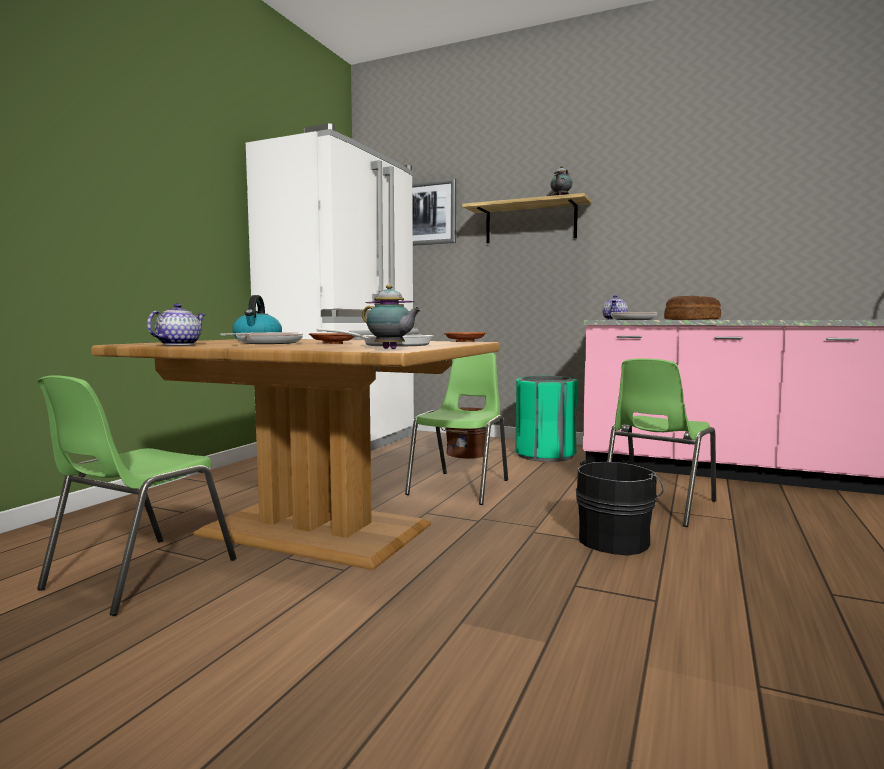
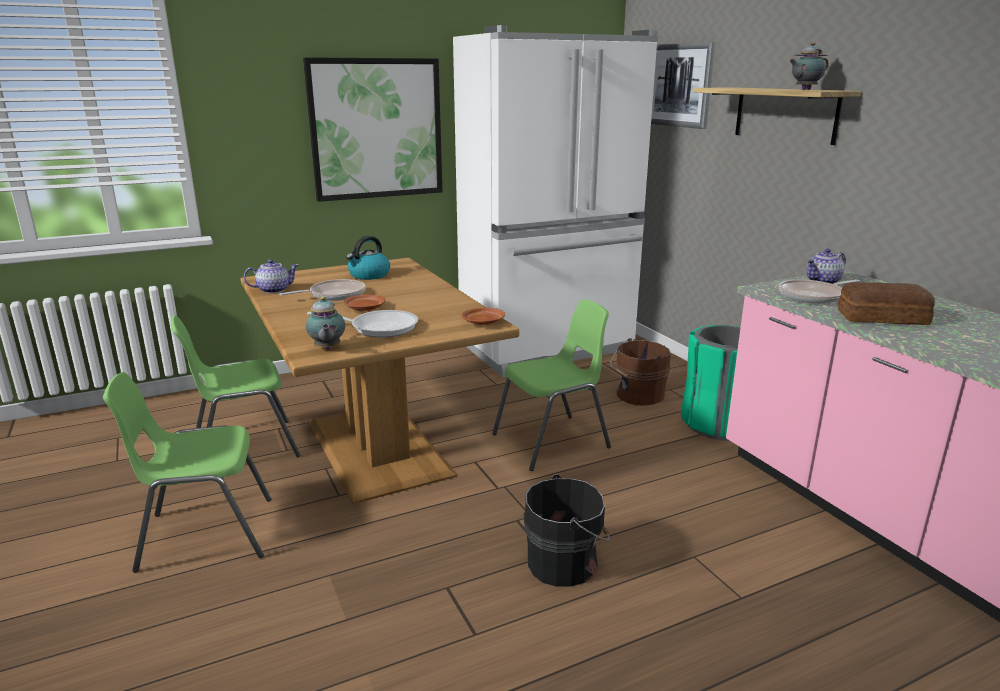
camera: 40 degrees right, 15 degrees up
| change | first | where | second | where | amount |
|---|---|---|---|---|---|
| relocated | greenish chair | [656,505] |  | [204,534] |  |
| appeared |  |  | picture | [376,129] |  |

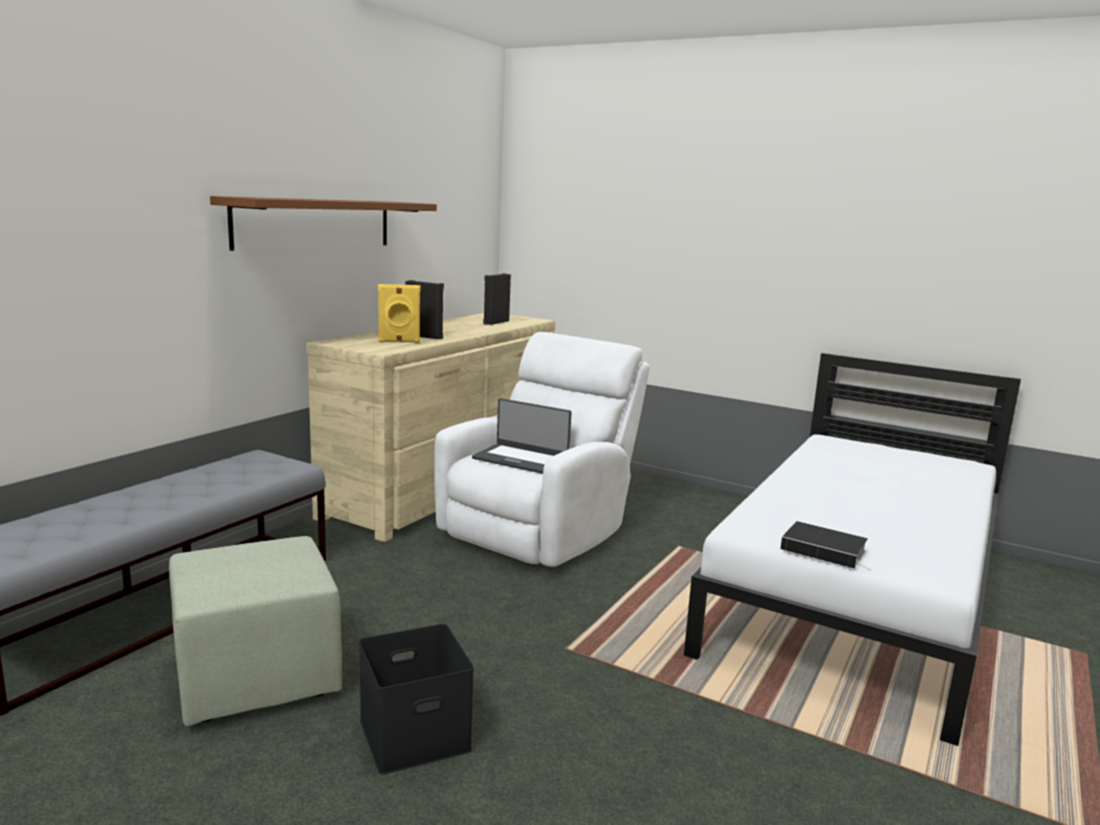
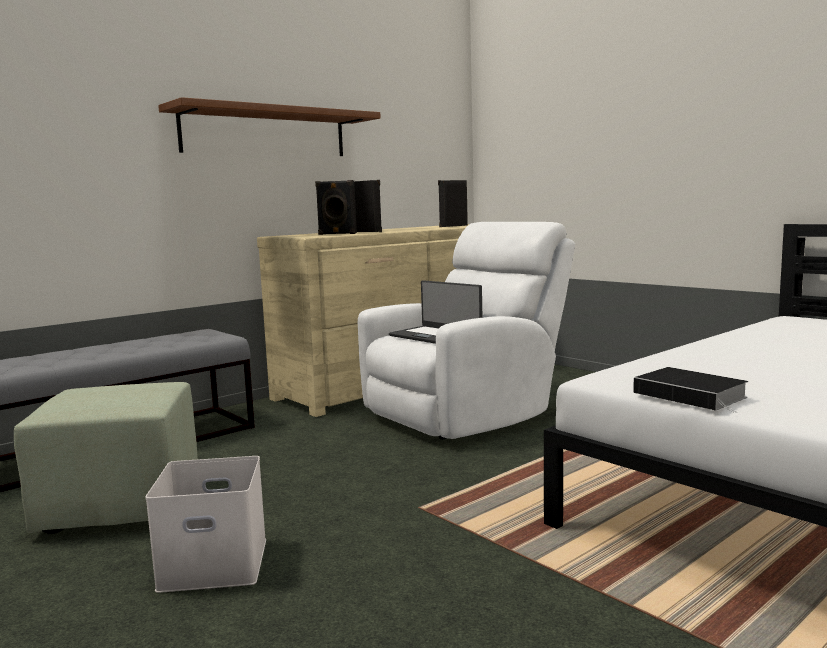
camera: 20 degrees right, 5 degrees down
| change | first | where | second | where | amount |
|---|---|---|---|---|---|
| colour | blackish storage box | [416,733] | whitish storage box | [216,562] |  |
| colour | yellow loudspeaker | [399,342] | blackish loudspeaker | [337,234] |  |

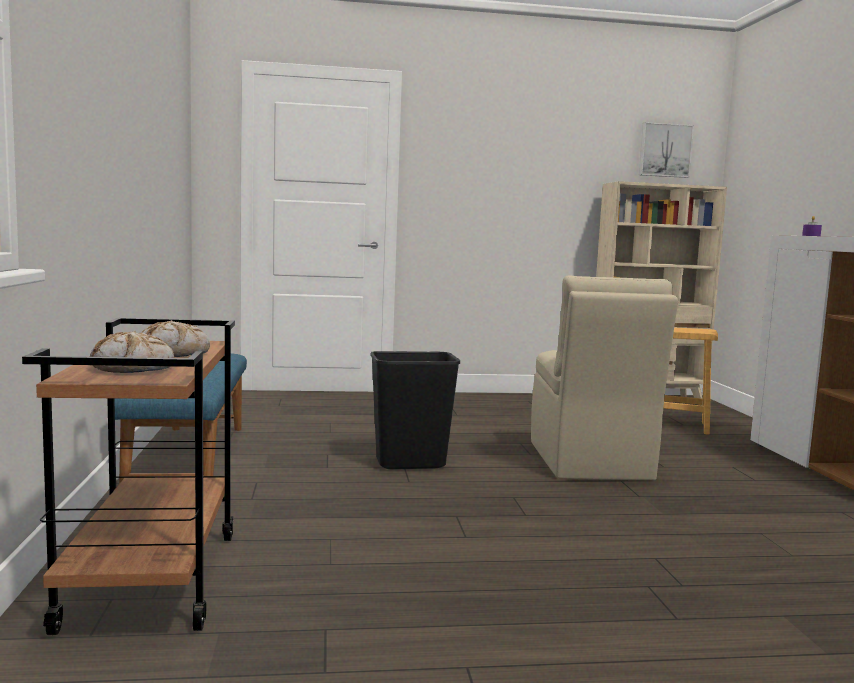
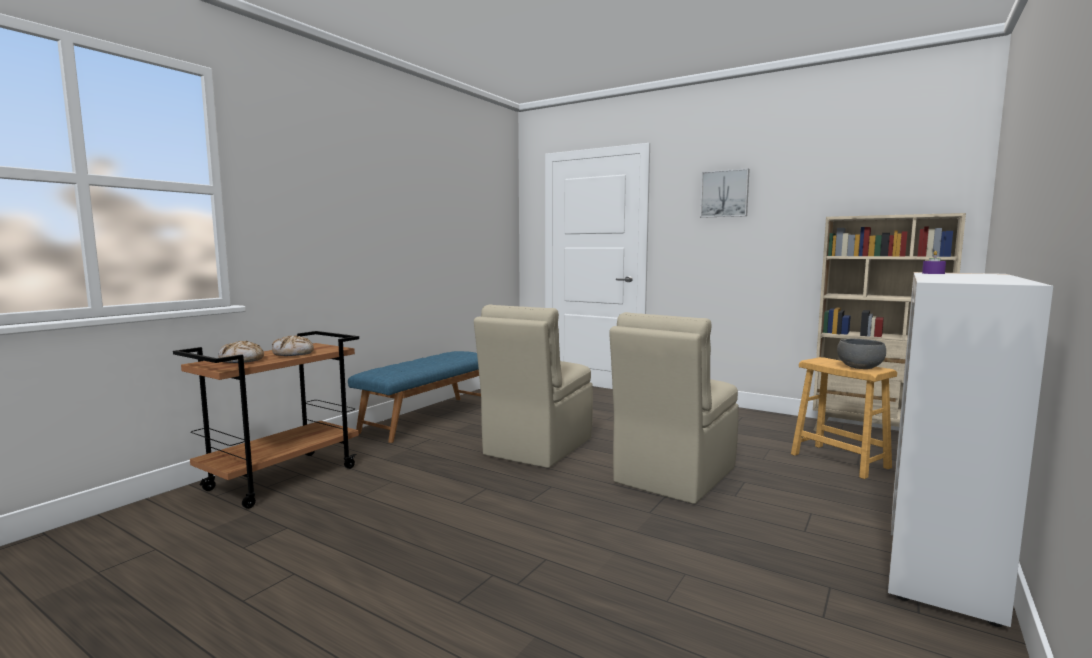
camera: 40 degrees right, 0 degrees up
| change | first | where | second | where | amount |
|---|---|---|---|---|---|
| exchanged | blackish rubbish bin | [410,464] | sand-coloured chair | [536,447] |  |
| relocated | picture | [664,150] |  | [725,194] |  |
| appeared |  |  | grey deep dish | [859,367] |  |

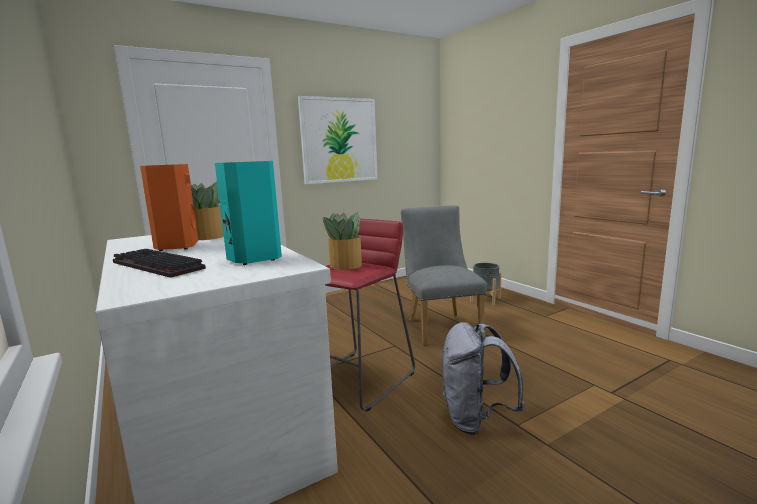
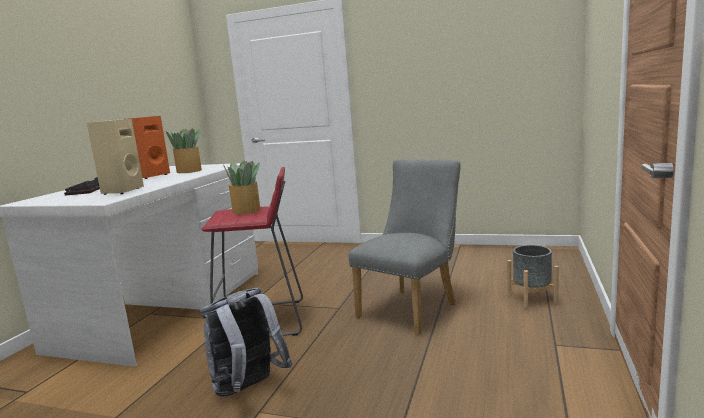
camera: 50 degrees right, 0 degrees up
| change | first | where | second | where | amount |
|---|---|---|---|---|---|
| colour | blue-green loudspeaker | [252,259] | sand-coloured loudspeaker | [121,191] |  |
| missing | picture | [339,140] |  |  |  |

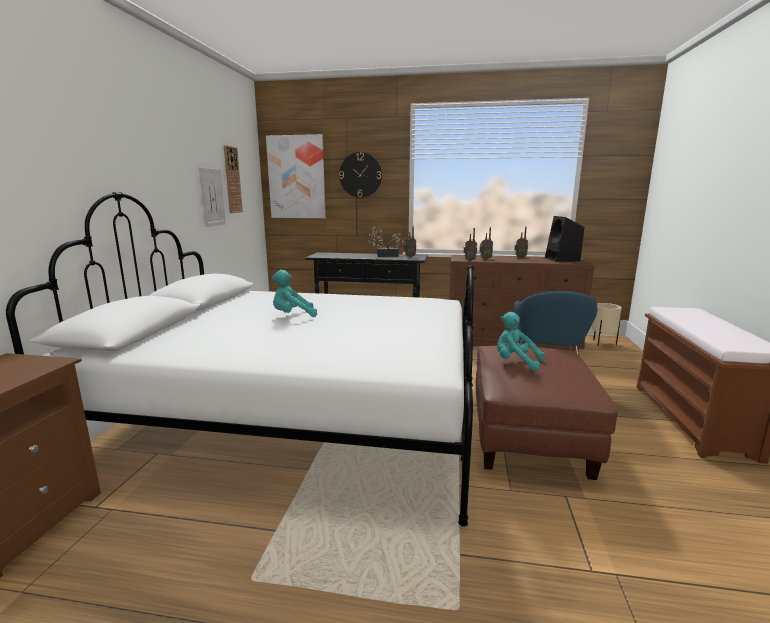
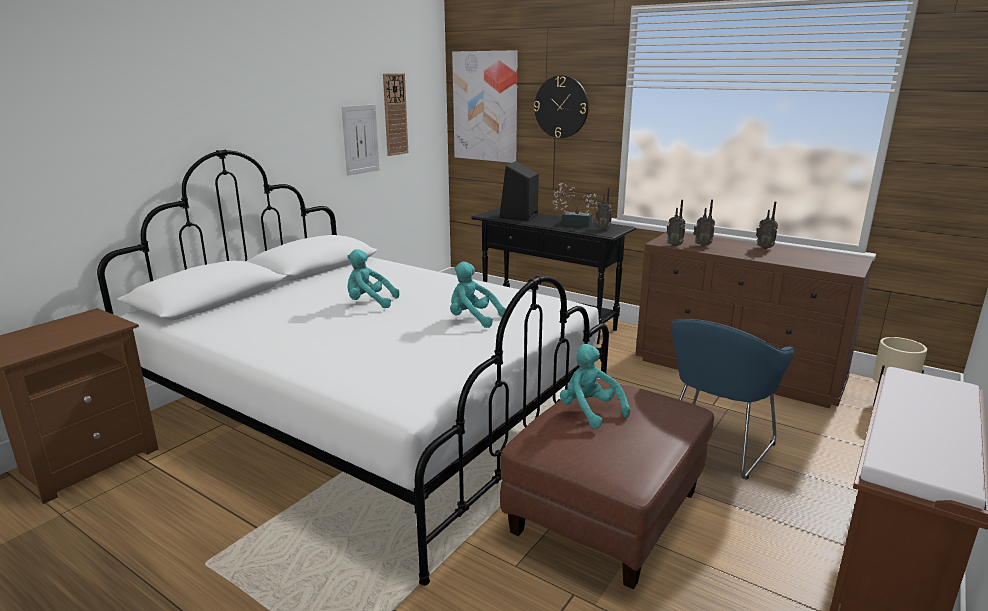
camera: 25 degrees right, 5 degrees up
| change | first | where | second | where | amount |
|---|---|---|---|---|---|
| relocated | blackish loudspeaker | [562,259] |  | [518,216] |  |
| appeared |  |  | blue-green plush toy | [472,319] |  |

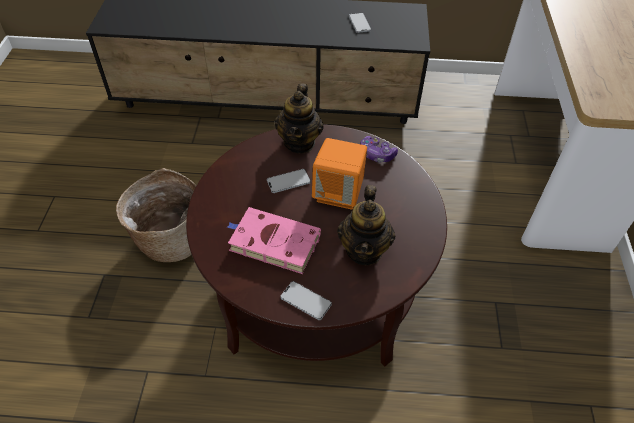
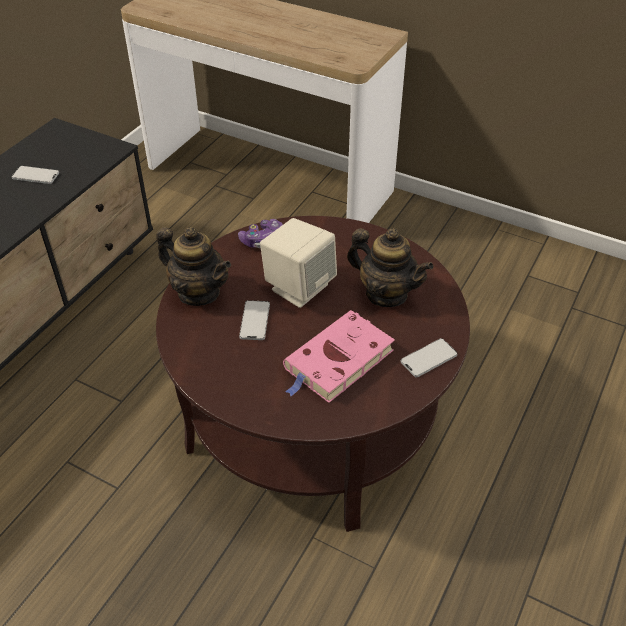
camera: 65 degrees left, 5 degrees down
| change | first | where | second | where | amount |
|---|---|---|---|---|---|
| missing | household basket | [170,238] |  |  |  |
| colour | orange-coloured loudspeaker | [339,193] | sand-coloured loudspeaker | [299,287] |  |

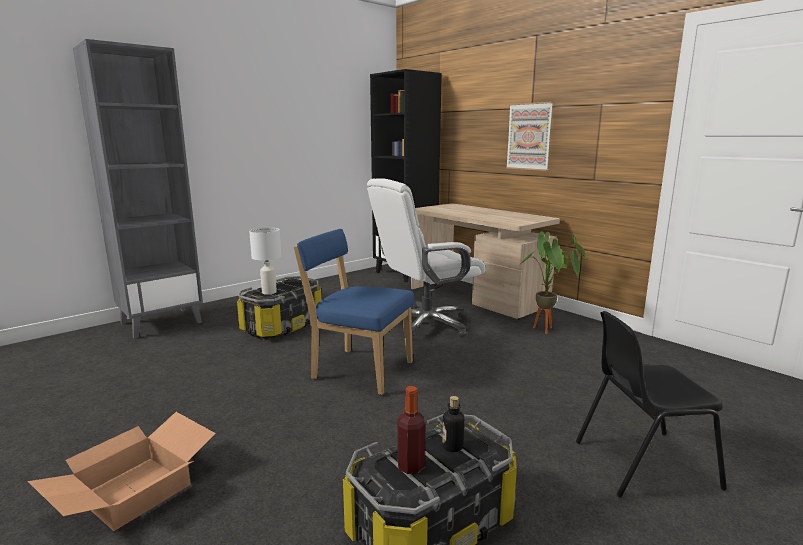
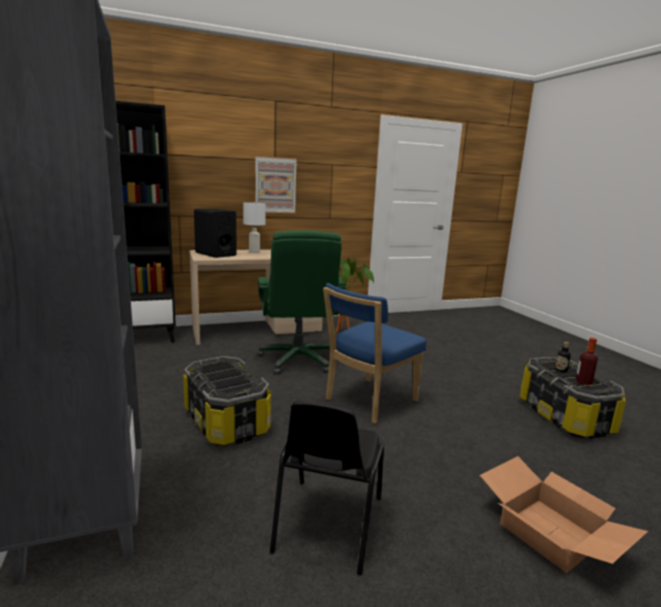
camera: 70 degrees left, 0 degrees up
| change | first | where | second | where | amount |
|---|---|---|---|---|---|
| relocated | whitish lamp for a table | [268,292] |  | [254,252] |  |
| colour | whitish computer chair | [425,325] | greenish computer chair | [298,360] |  |
| relocated | blackish chair | [642,463] |  | [327,524] |  |
| appeared |  |  | blackish loudspeaker | [215,254] |  |

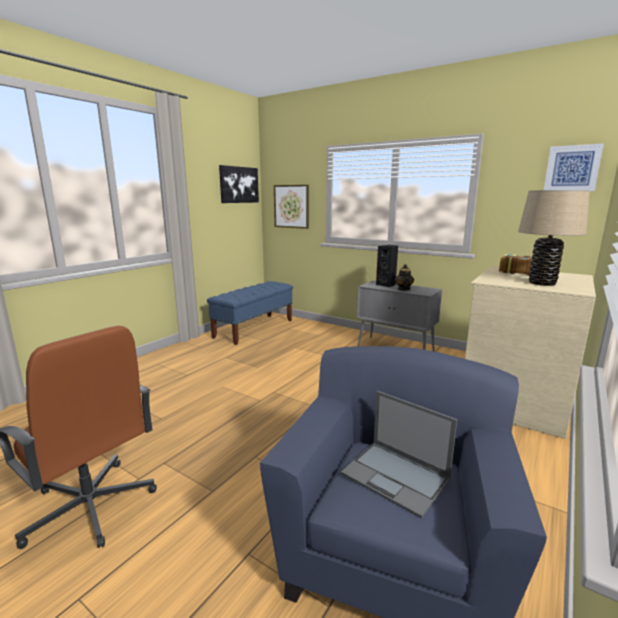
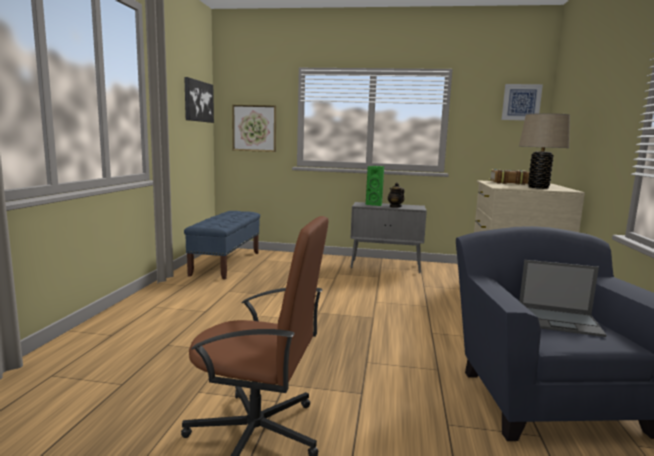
camera: 25 degrees left, 5 degrees down
| change | first | where | second | where | amount |
|---|---|---|---|---|---|
| colour | blackish loudspeaker | [387,285] | greenish loudspeaker | [375,204] |  |

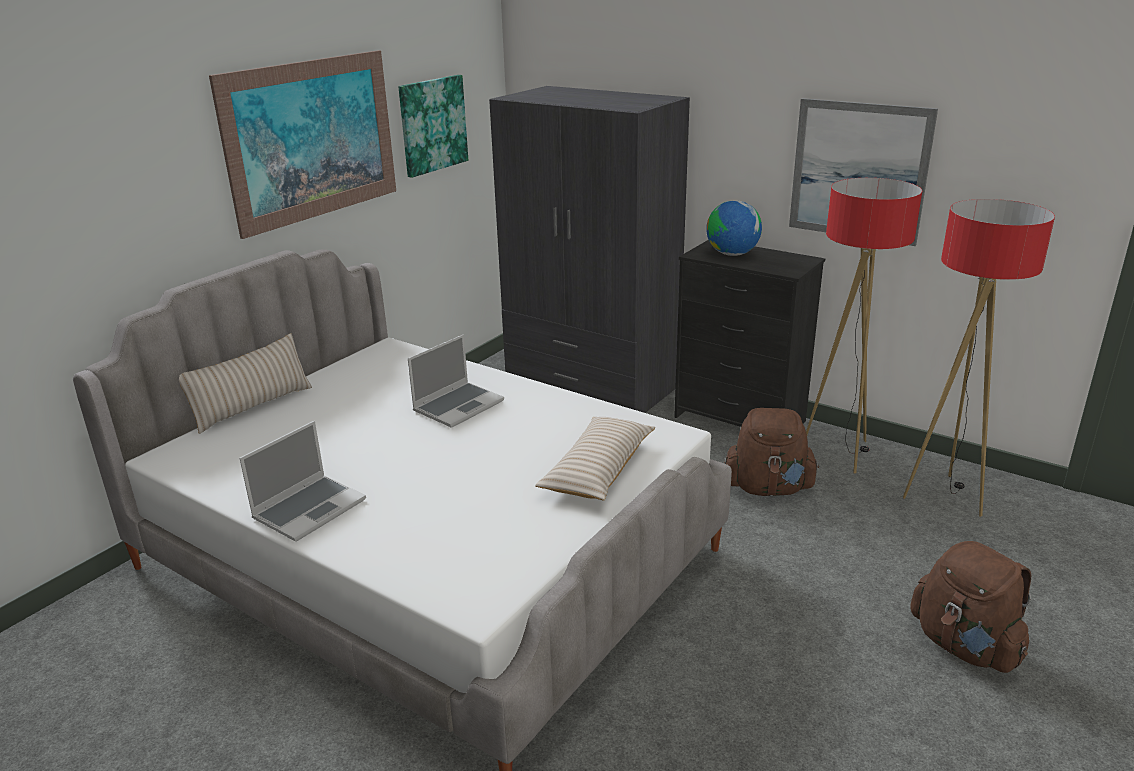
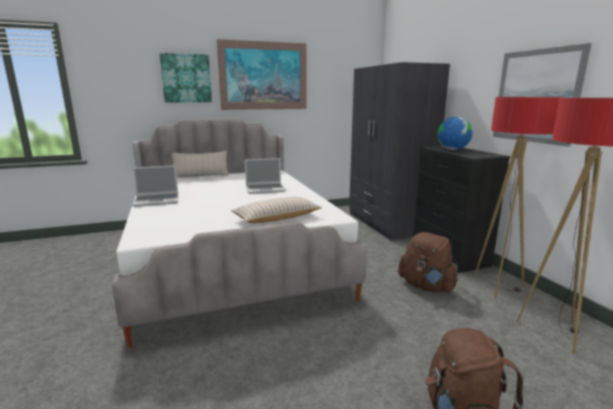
camera: 35 degrees right, 10 degrees down
| change | first | where | second | where | amount |
|---|---|---|---|---|---|
| relocated | picture | [432,125] |  | [186,78] |  |

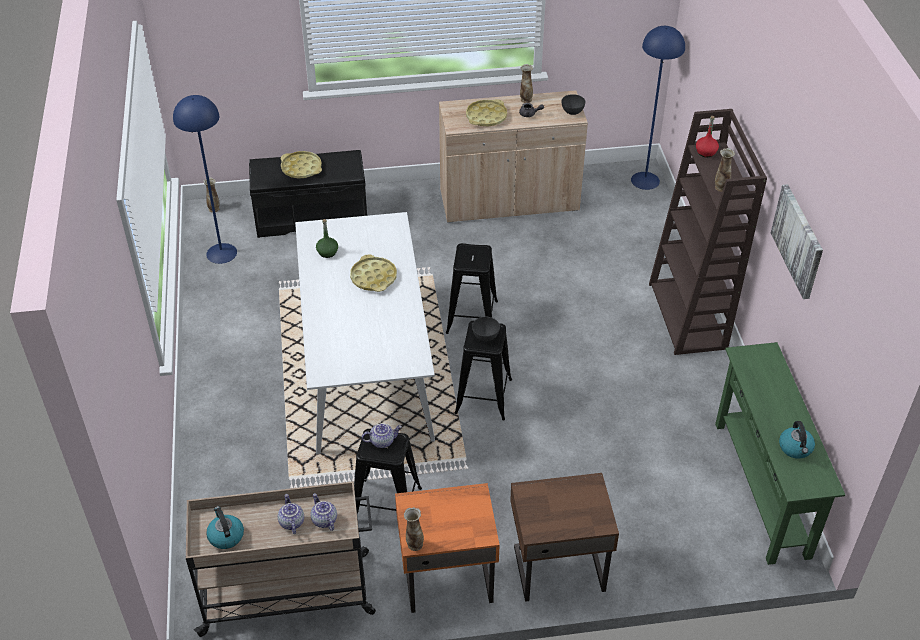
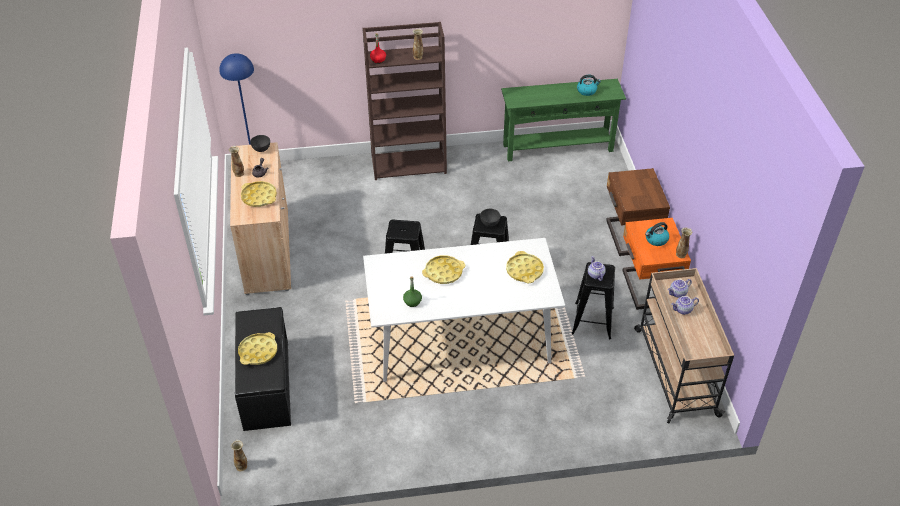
camera: 90 degrees left, 0 degrees up
| change | first | where | second | where | amount |
|---|---|---|---|---|---|
| missing | bluish floor lamp | [221,253] |  |  |  |
| relocated | tea kettle | [225,536] |  | [656,240] |  |
| missing | picture | [798,240] |  |  |  |
| appeared |  |  | yellow tray | [524,270] |  |

